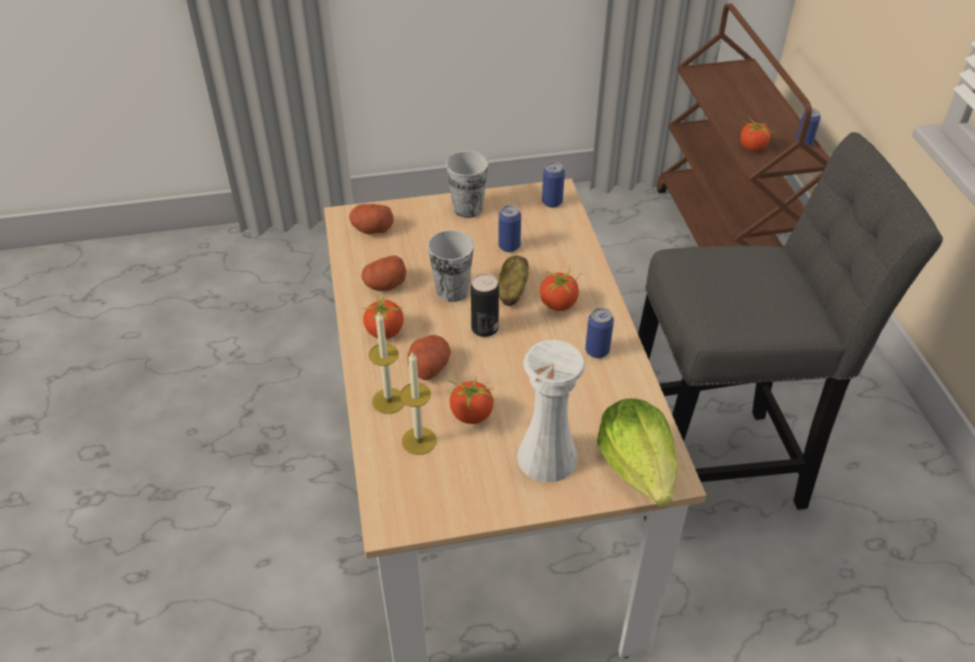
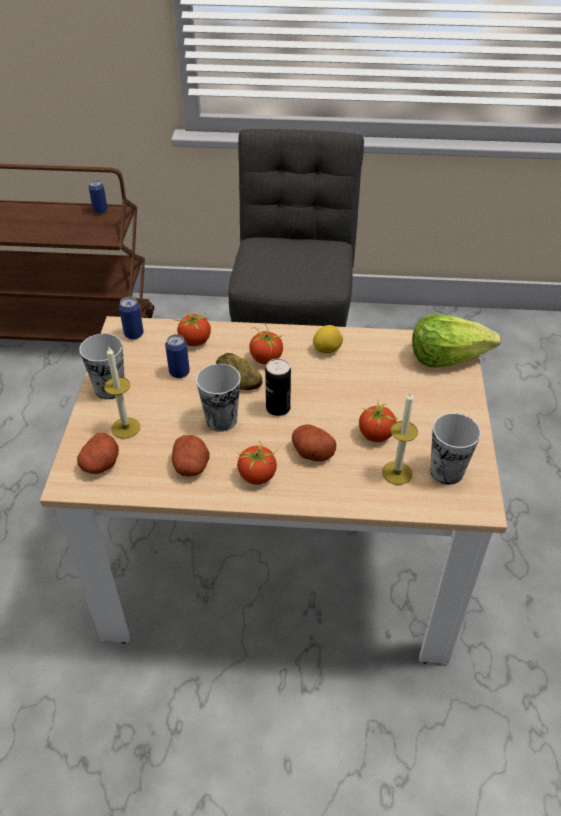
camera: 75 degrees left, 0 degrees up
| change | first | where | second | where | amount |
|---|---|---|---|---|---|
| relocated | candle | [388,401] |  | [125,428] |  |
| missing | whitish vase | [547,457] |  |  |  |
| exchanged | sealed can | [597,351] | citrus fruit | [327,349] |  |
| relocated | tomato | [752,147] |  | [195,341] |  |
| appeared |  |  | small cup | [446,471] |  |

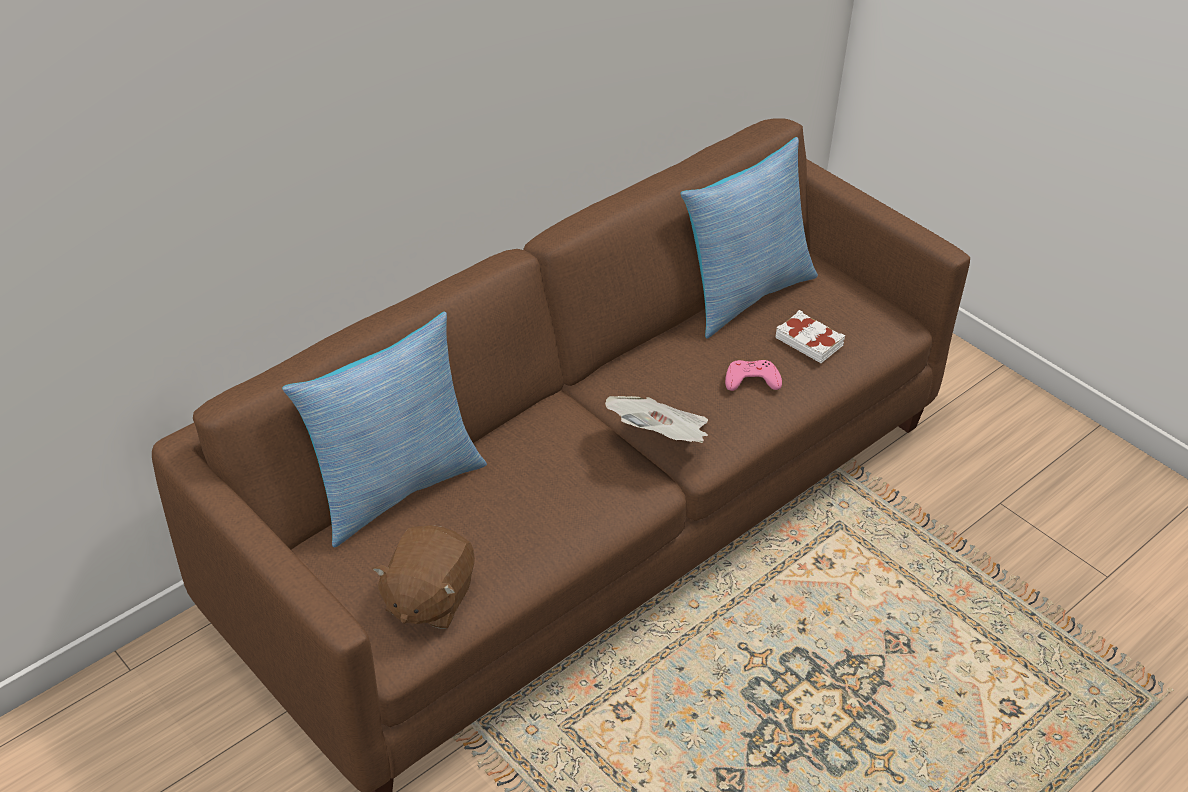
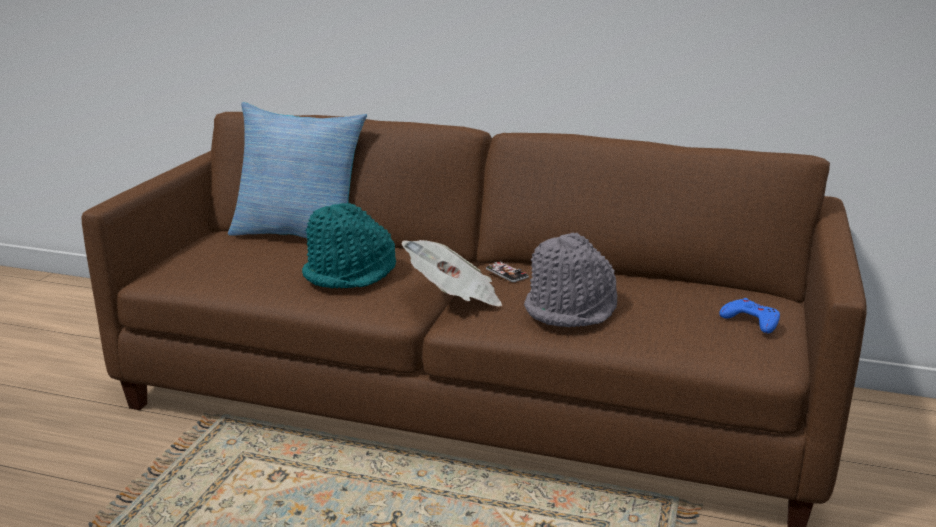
camera: 60 degrees right, 20 degrees down
| change | first | where | second | where | amount |
|---|---|---|---|---|---|
| missing | brownish plush toy | [428,598] |  |  |  |
| missing | pillow | [743,294] |  |  |  |
| exchanged | pink-coloured gamepad | [751,380] | grey wearable hat | [571,309] |  |
| missing | whitish volume | [809,341] |  |  |  |
| appeared |  |  | blue-green wearable hat | [350,274] |  |
| appeared |  |  | phone | [507,273] |  |
| appeared |  |  | bluish gamepad | [751,320] |  |

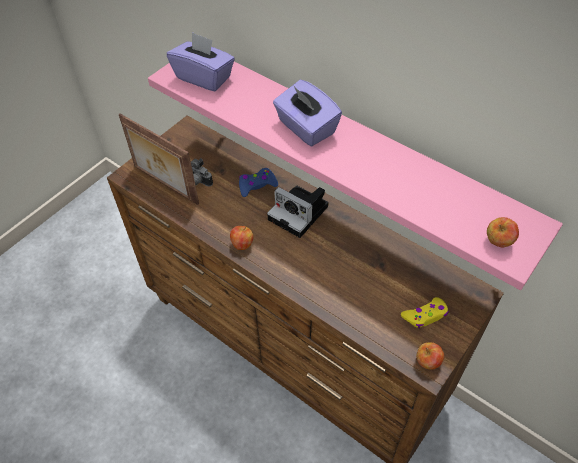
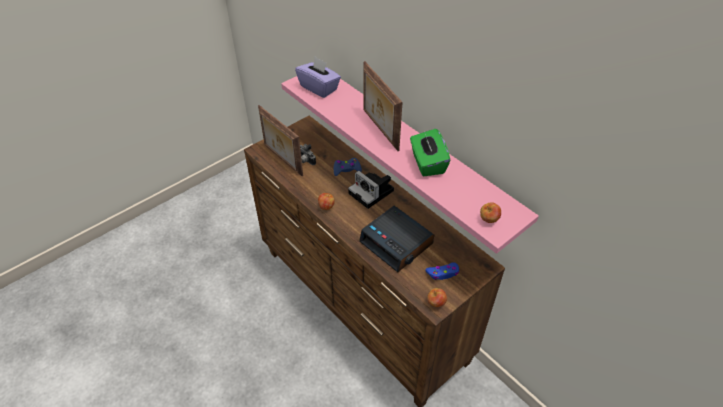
camera: 10 degrees right, 5 degrees down
| change | first | where | second | where | amount |
|---|---|---|---|---|---|
| exchanged | purple-coloured box of tissues | [306,128] | picture frame | [379,130] |  |
| colour | yellow gamepad | [425,316] | bluish gamepad | [443,273] |  |
| appeared |  |  | table clock | [397,243] |  |
| appeared |  |  | greenish box of tissues | [427,163] |  |

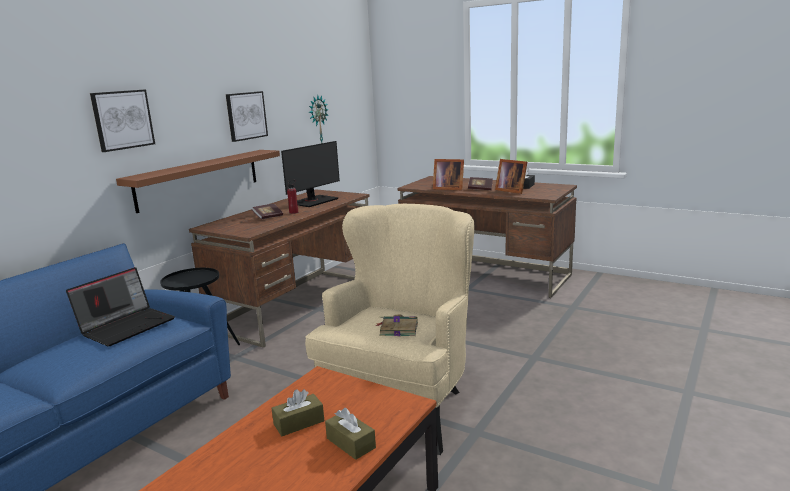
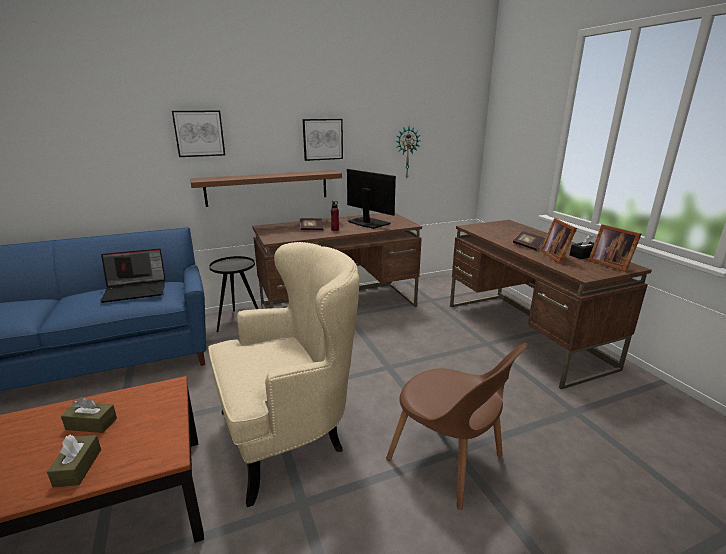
camera: 35 degrees right, 5 degrees up
| change | first | where | second | where | amount |
|---|---|---|---|---|---|
| spun | computer display | [314,201] |  | [368,223] | 120 degrees counterclockwise |
| missing | volume | [398,329] |  |  |  |
| relocated | picture frame | [448,188] |  | [609,264] |  |
| appeared |  |  | brownish chair | [449,461] |  |

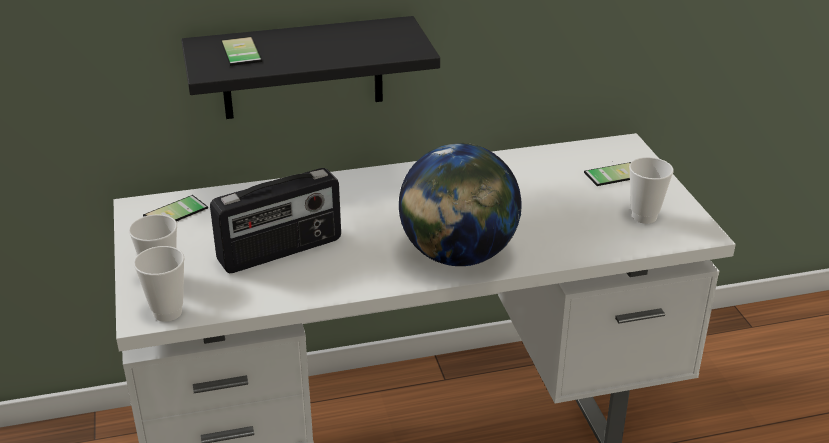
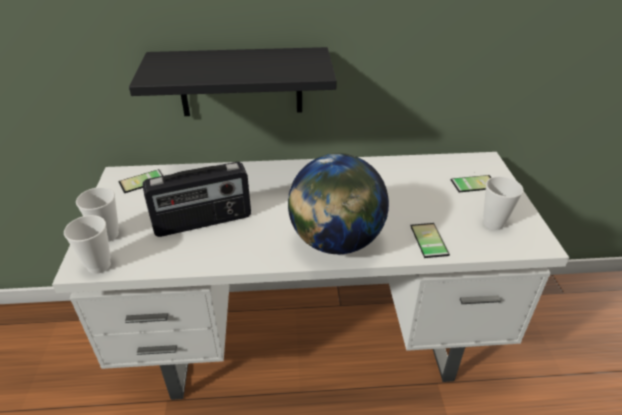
camera: 10 degrees right, 5 degrees up
| change | first | where | second | where | amount |
|---|---|---|---|---|---|
| relocated | phone | [237,52] |  | [426,240] |  |

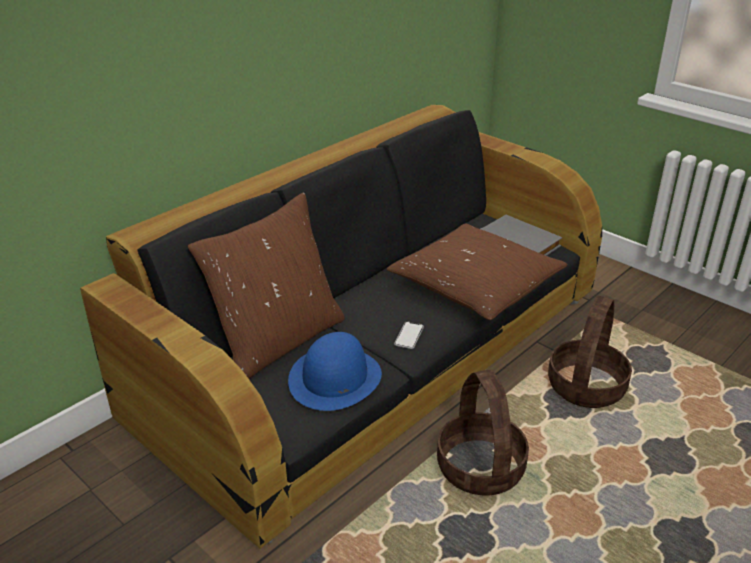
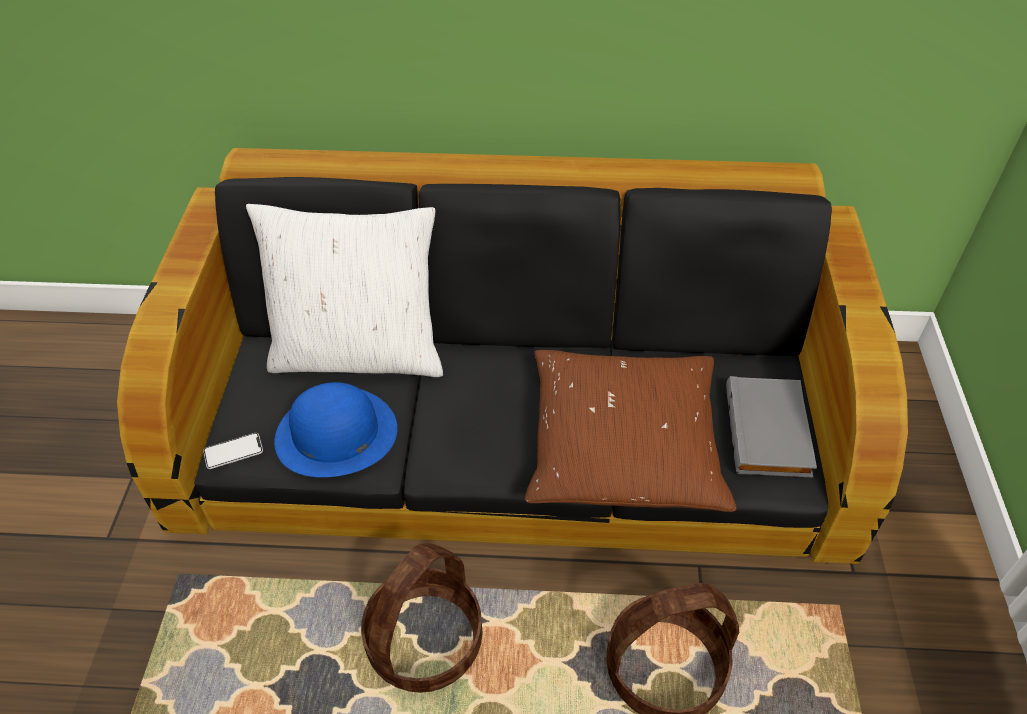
camera: 50 degrees right, 15 degrees up
| change | first | where | second | where | amount |
|---|---|---|---|---|---|
| colour | brownish pillow | [278,341] | whitish pillow | [359,353] |  |
| relocated | phone | [409,336] |  | [233,451] |  |

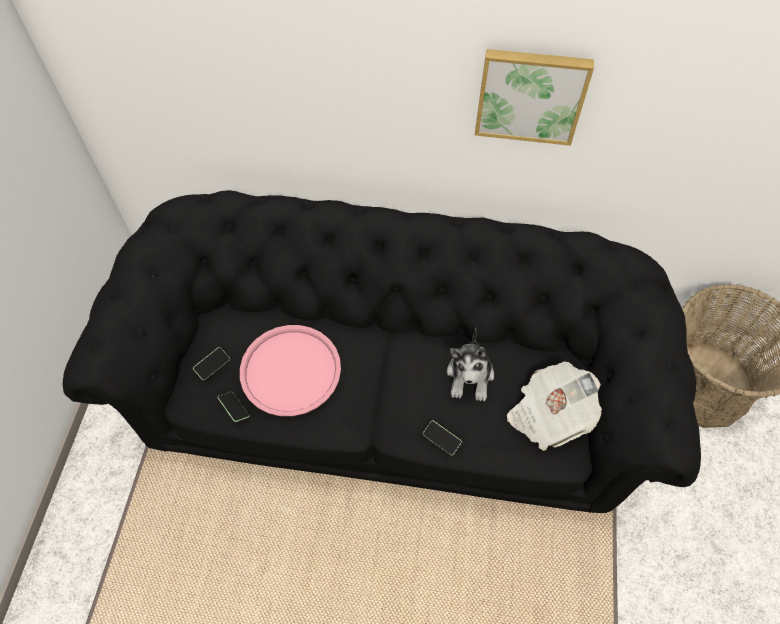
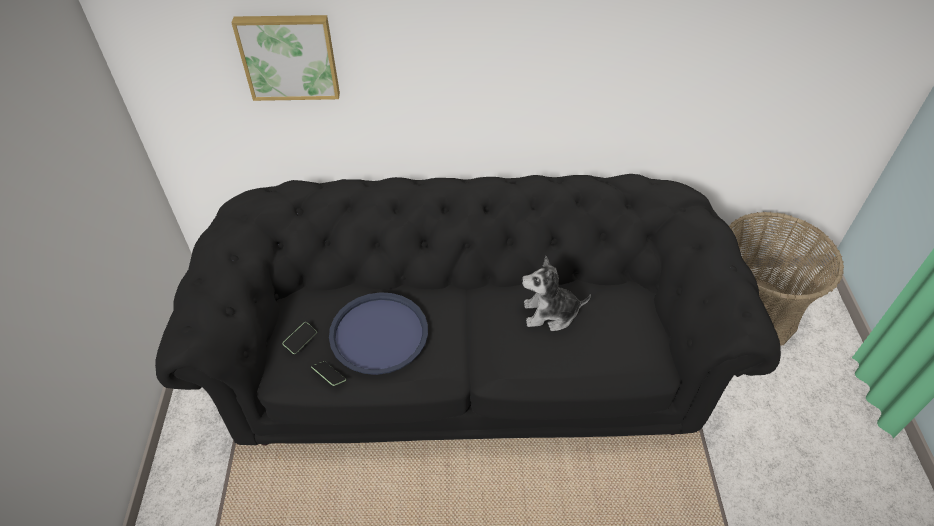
camera: 10 degrees left, 10 degrees down
| change | first | where | second | where | amount |
|---|---|---|---|---|---|
| colour | pink-coloured tray | [291,371] | bluish tray | [379,334] |  |
| missing | phone | [441,439] |  |  |  |
| spun | plush toy | [470,375] |  | [550,313] | 90 degrees clockwise |
| relocated | picture | [530,95] |  | [289,56] |  |
| missing | newspaper | [548,414] |  |  |  |

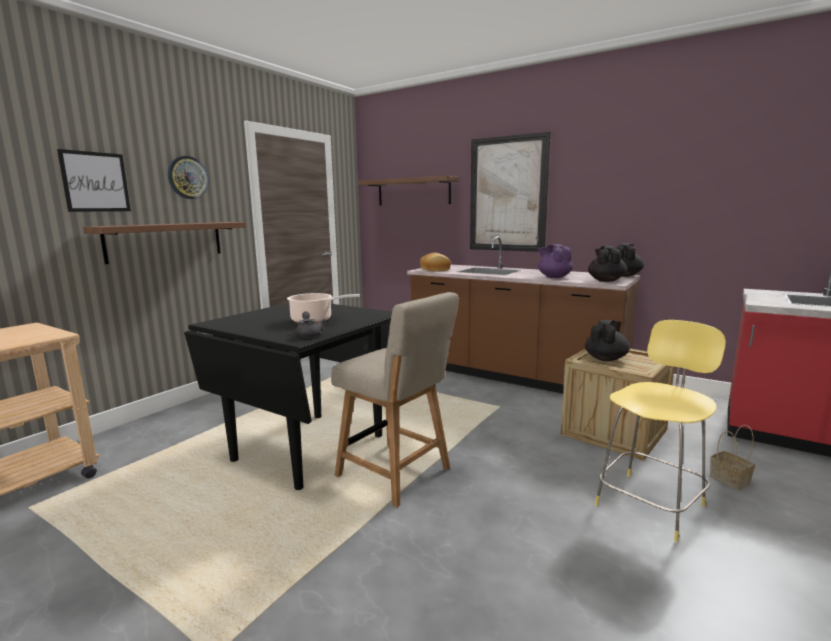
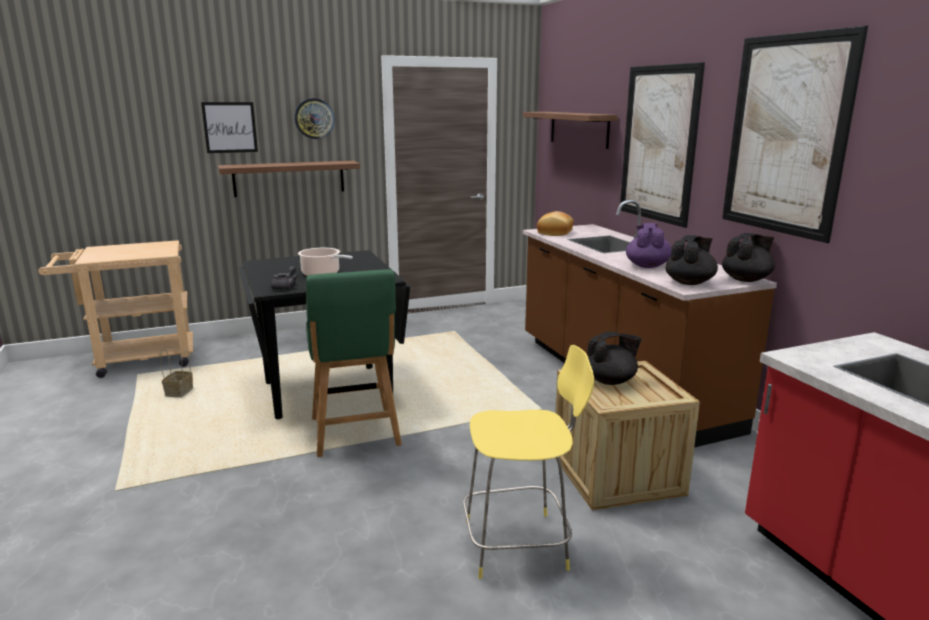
camera: 35 degrees right, 5 degrees up
| change | first | where | second | where | amount |
|---|---|---|---|---|---|
| colour | sand-coloured chair | [397,474] | greenish chair | [355,434] |  |
| relocated | household basket | [731,480] |  | [179,393] |  |
| appeared |  |  | picture | [786,135] |  |

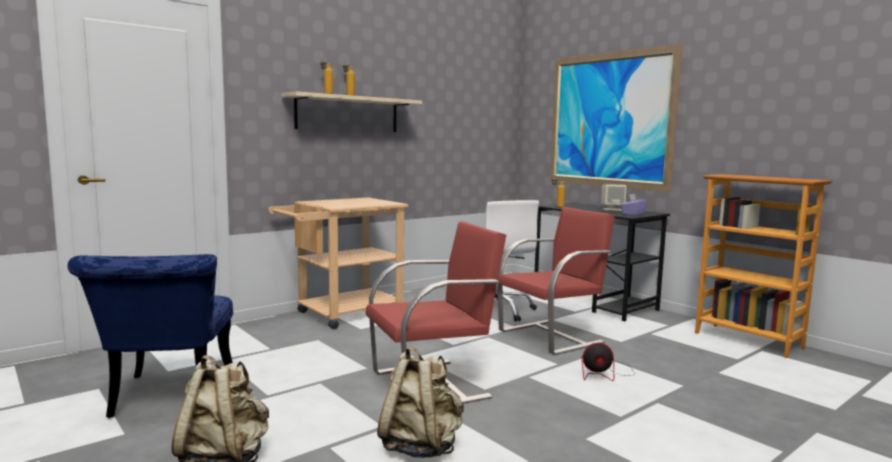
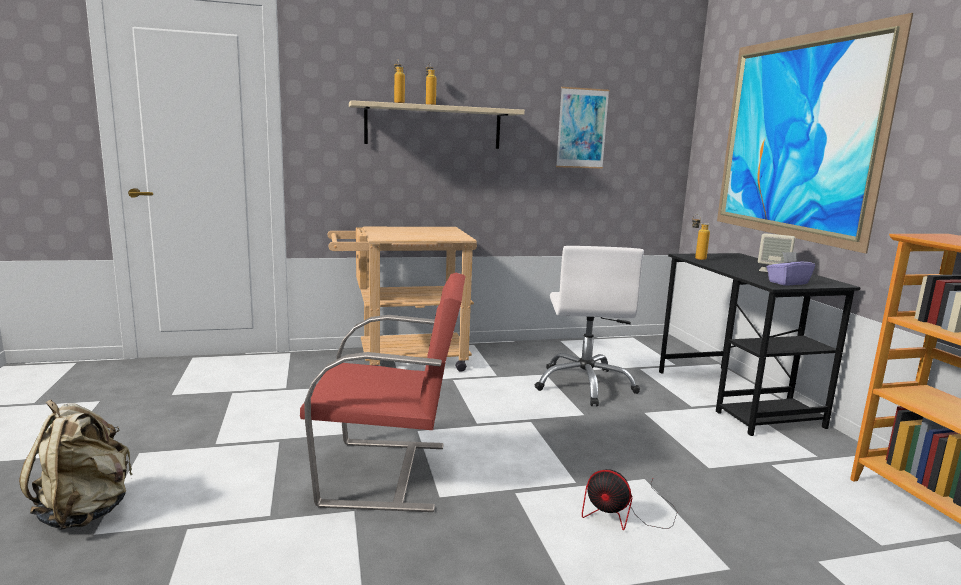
camera: 25 degrees right, 5 degrees up
| change | first | where | second | where | amount |
|---|---|---|---|---|---|
| missing | bluish chair | [168,399] |  |  |  |
| missing | sand-coloured backpack | [420,446] |  |  |  |
| missing | red-coloured chair | [552,336] |  |  |  |
| appeared |  |  | picture | [582,128] |  |

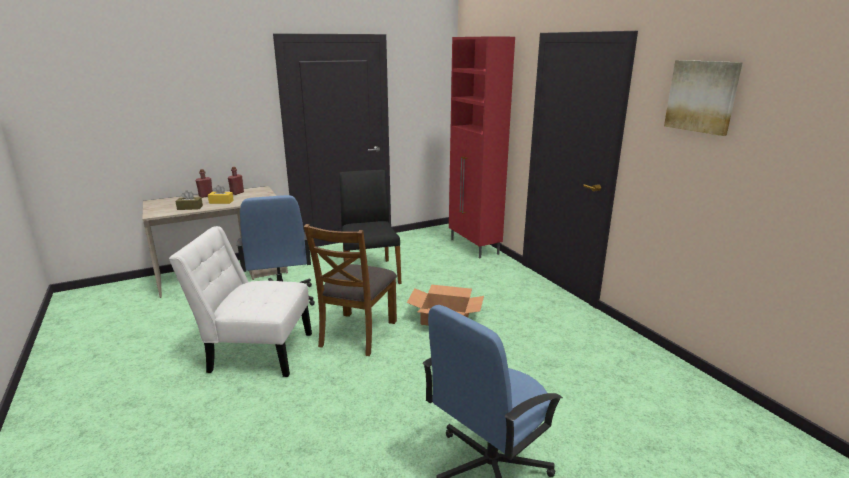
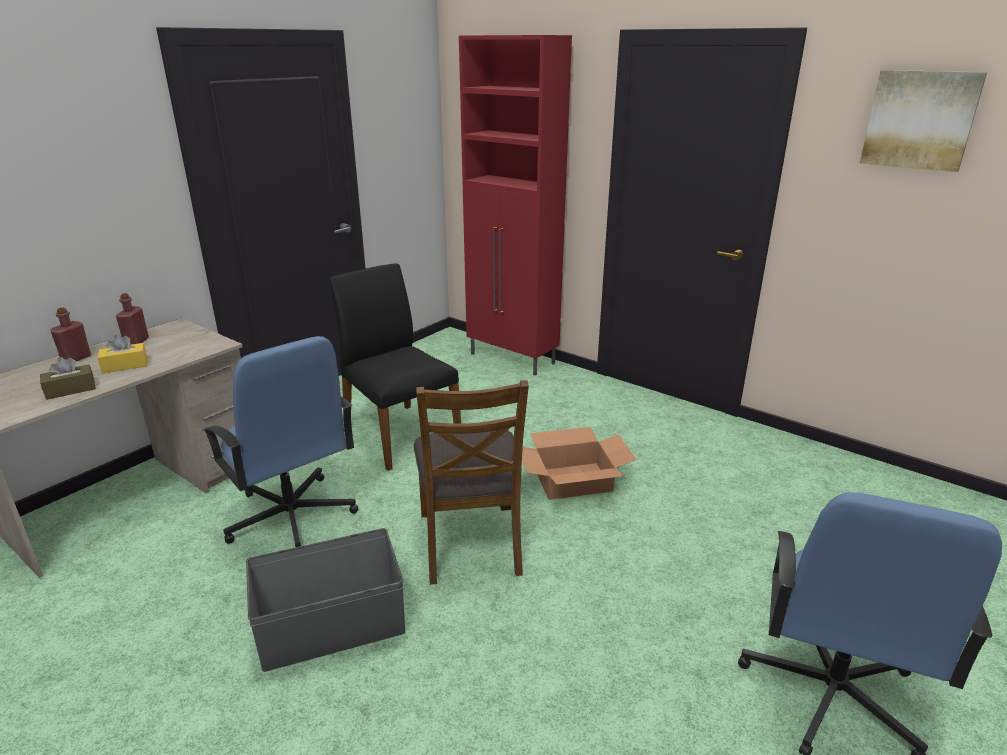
camera: 25 degrees left, 5 degrees up
| change | first | where | second | where | amount |
|---|---|---|---|---|---|
| exchanged | whitish chair | [256,351] | grey storage box | [331,627] |  |

